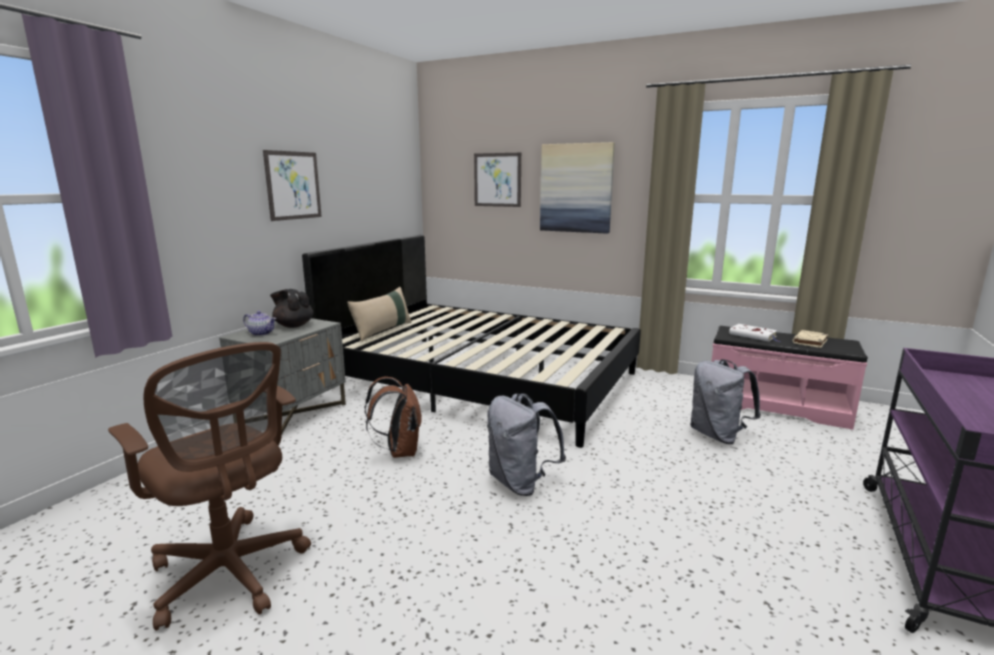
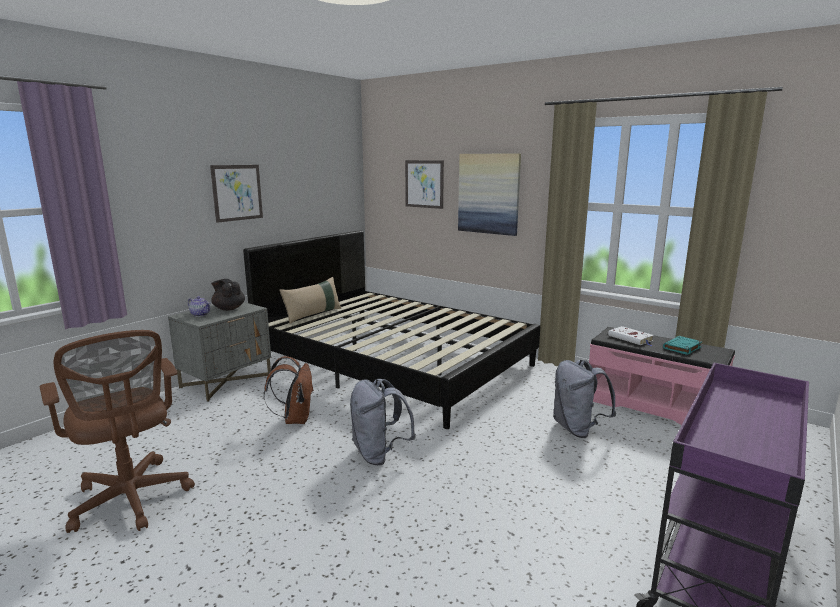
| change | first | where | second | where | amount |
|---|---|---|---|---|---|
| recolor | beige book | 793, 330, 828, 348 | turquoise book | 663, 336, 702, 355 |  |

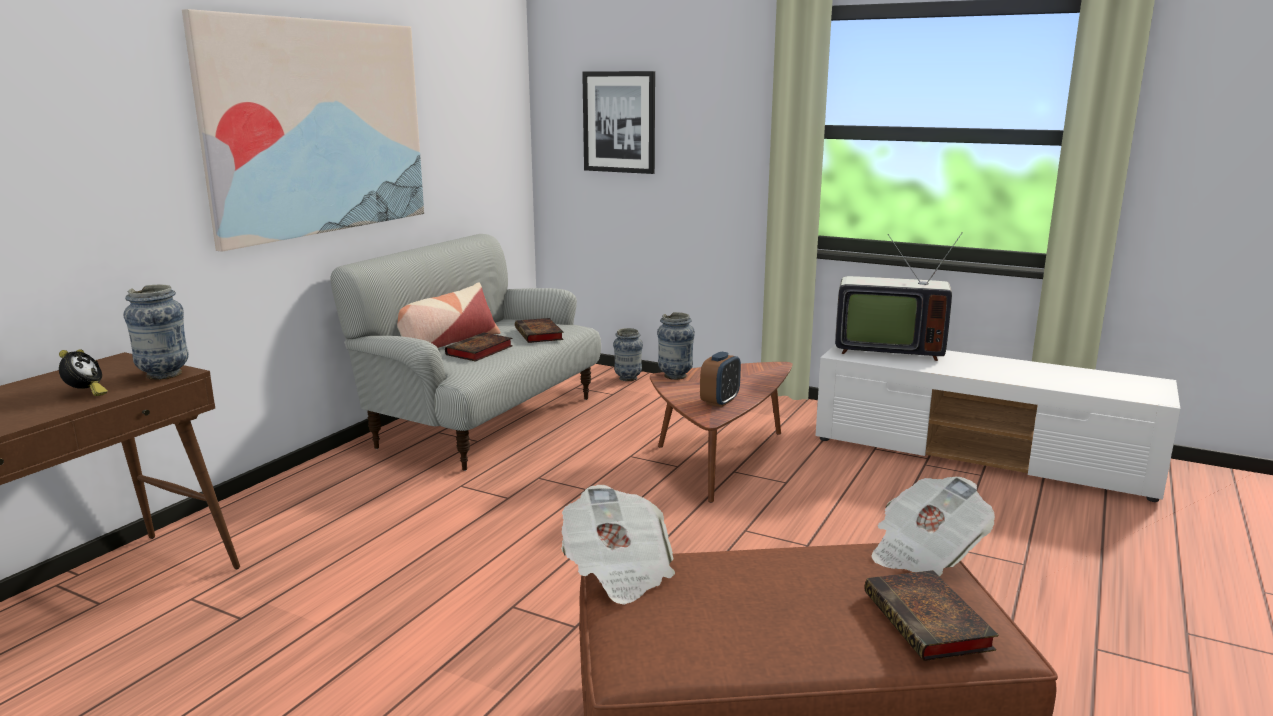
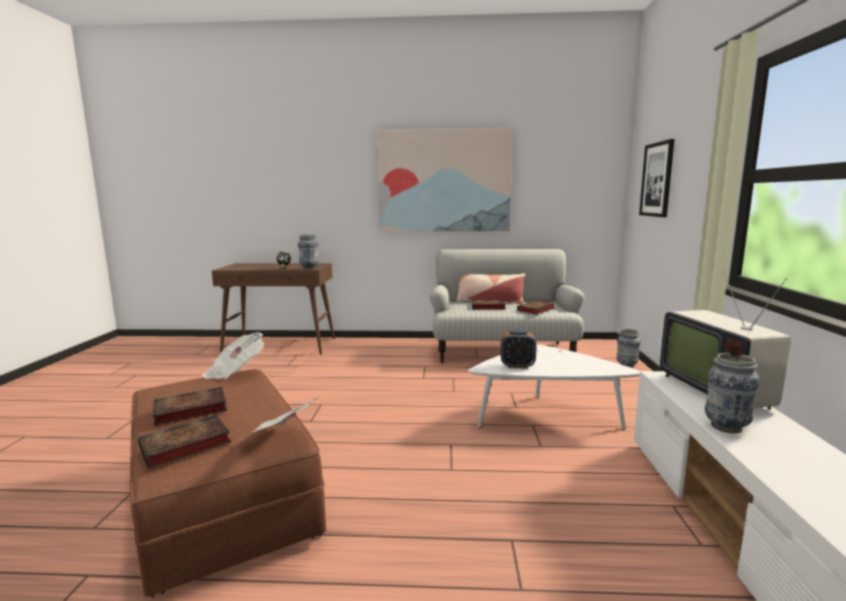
| change | first | where | second | where | amount |
|---|---|---|---|---|---|
| insert |  |  | book | 153, 387, 227, 426 |  |
| recolor | brown coffee table | 650, 362, 793, 503 | white coffee table | 468, 345, 640, 430 |  |
| move | vase | 657, 312, 695, 380 |  | 705, 353, 760, 433 |  |

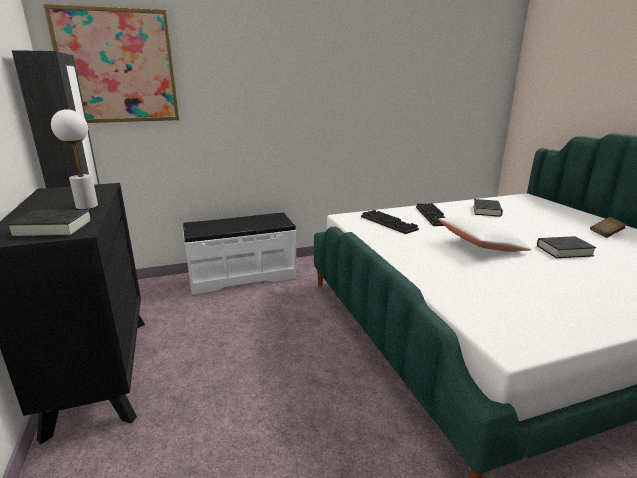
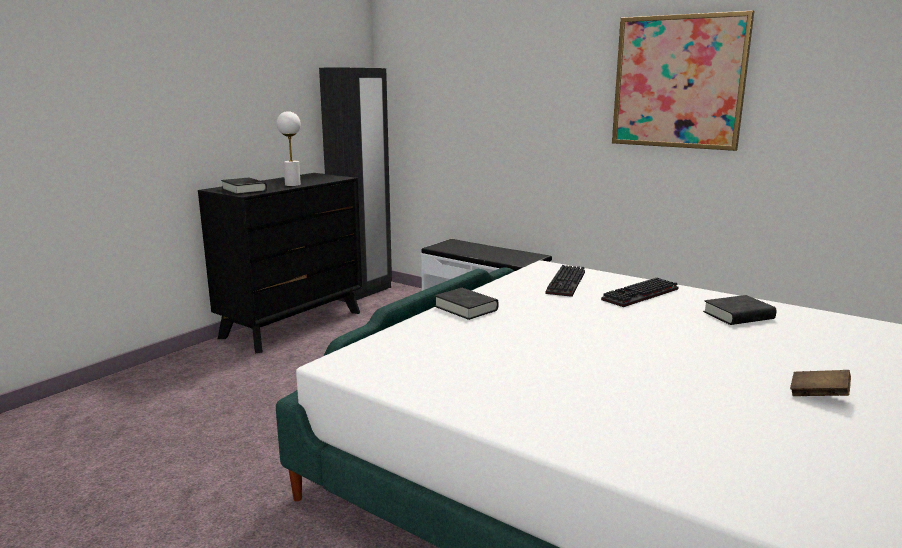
| change | first | where | second | where | amount |
|---|---|---|---|---|---|
| move | black book | 537, 236, 596, 258 |  | 434, 288, 498, 320 |  |
| move | picture | 43, 4, 179, 123 |  | 612, 10, 754, 151 |  |
| delete | white pillow | 438, 217, 532, 252 |  |  |  |

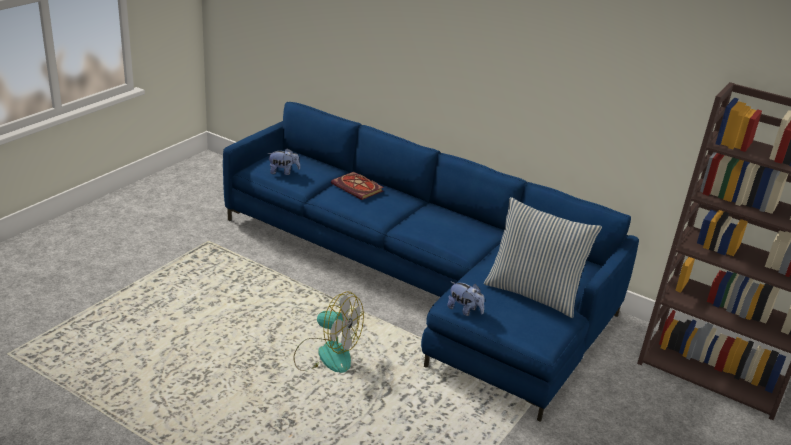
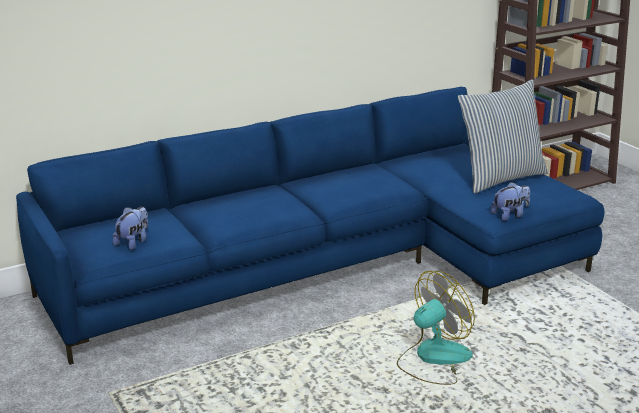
| change | first | where | second | where | amount |
|---|---|---|---|---|---|
| delete | book | 331, 172, 384, 200 |  |  |  |

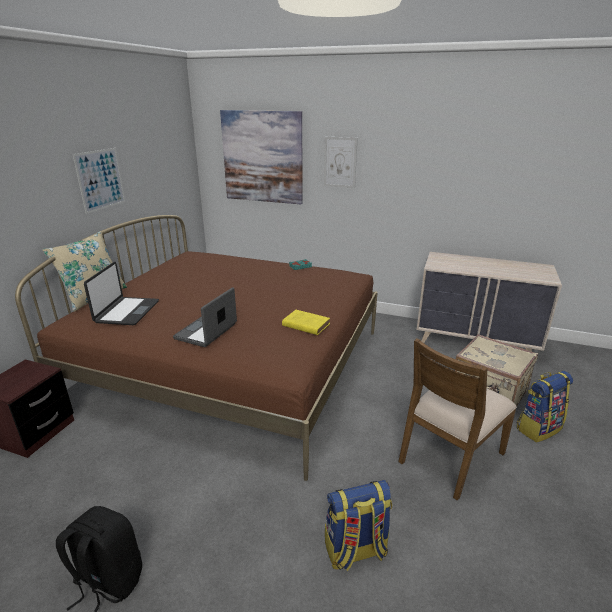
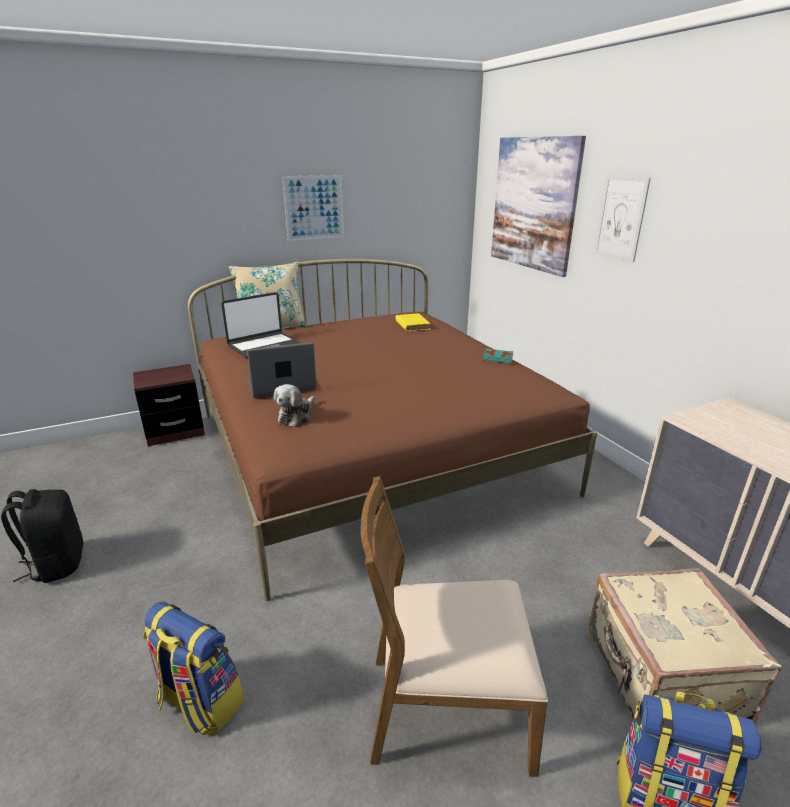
| change | first | where | second | where | amount |
|---|---|---|---|---|---|
| insert |  |  | plush toy | 274, 384, 315, 427 |  |
| move | yellow book | 282, 310, 330, 335 |  | 395, 313, 431, 331 |  |

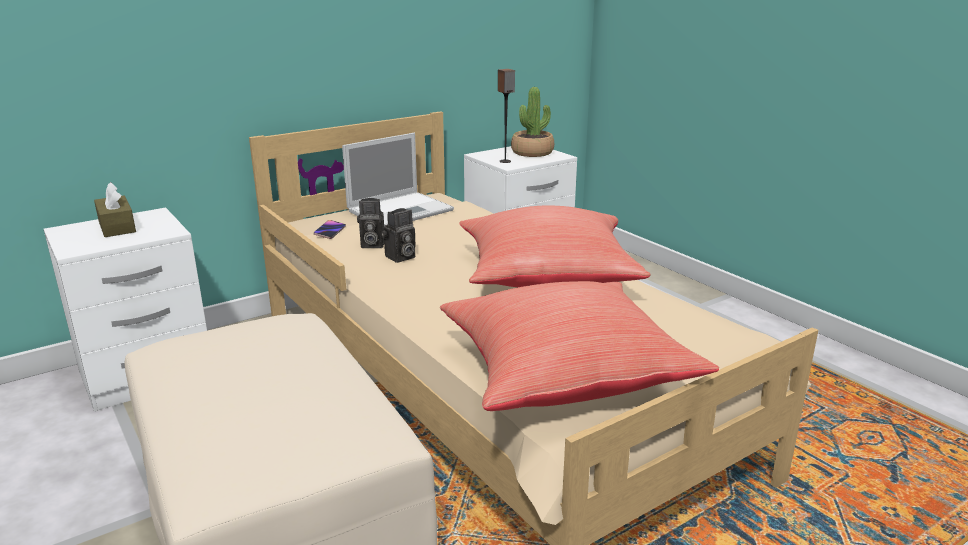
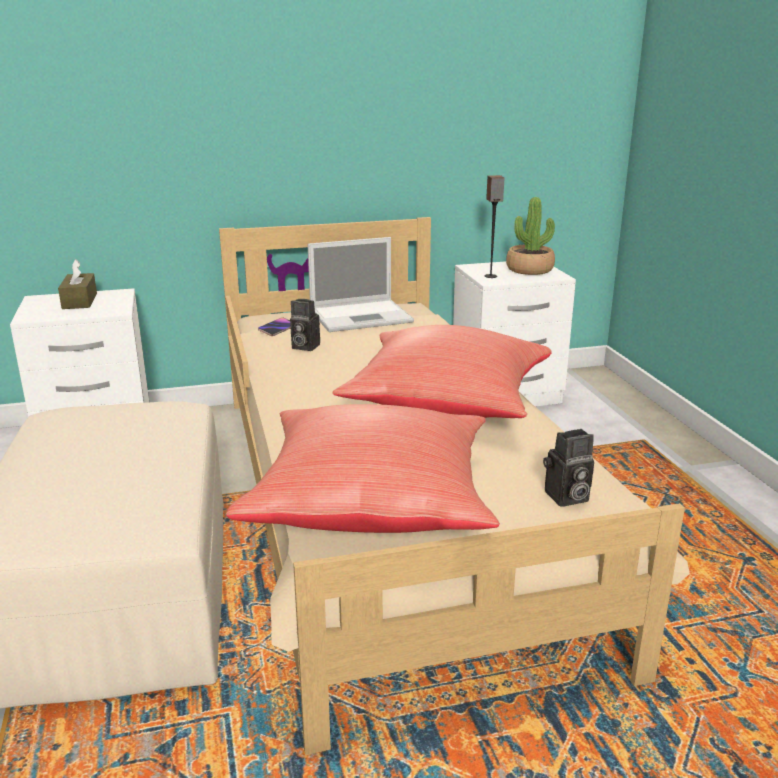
| change | first | where | second | where | amount |
|---|---|---|---|---|---|
| move | photo camera | 381, 208, 416, 263 |  | 543, 429, 594, 507 |  |

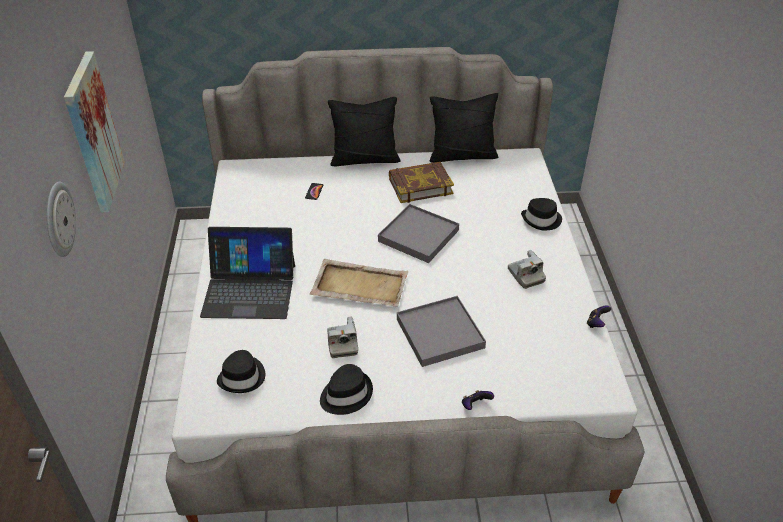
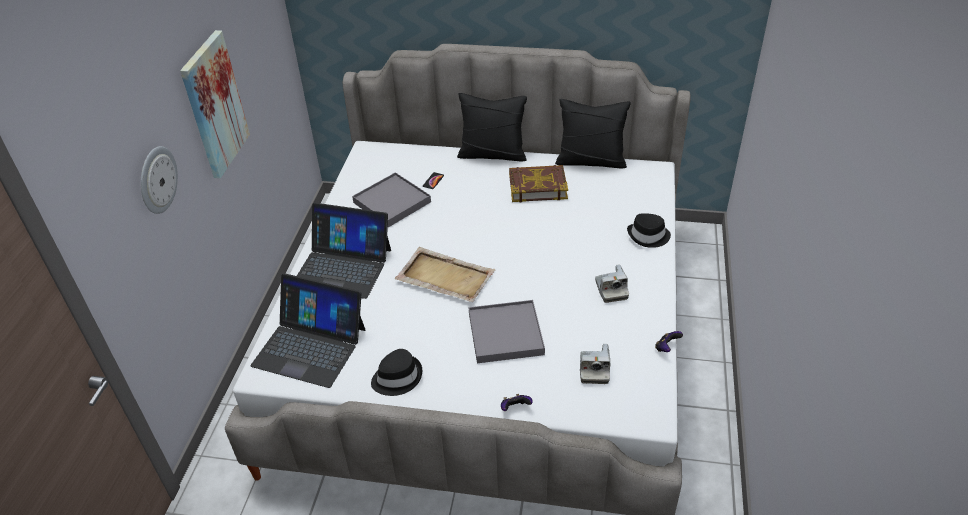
| change | first | where | second | where | amount |
|---|---|---|---|---|---|
| replace | black hat | 217, 350, 265, 393 | laptop | 251, 273, 365, 388 |  |
| move | grey tray | 378, 204, 459, 263 |  | 352, 172, 431, 227 |  |
| move | photo camera | 327, 317, 358, 358 |  | 580, 344, 610, 384 |  |

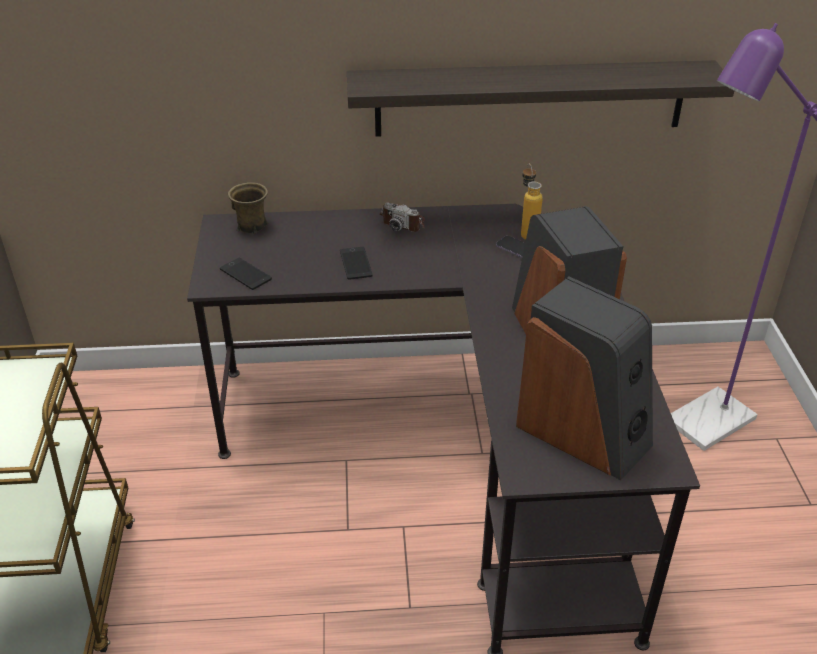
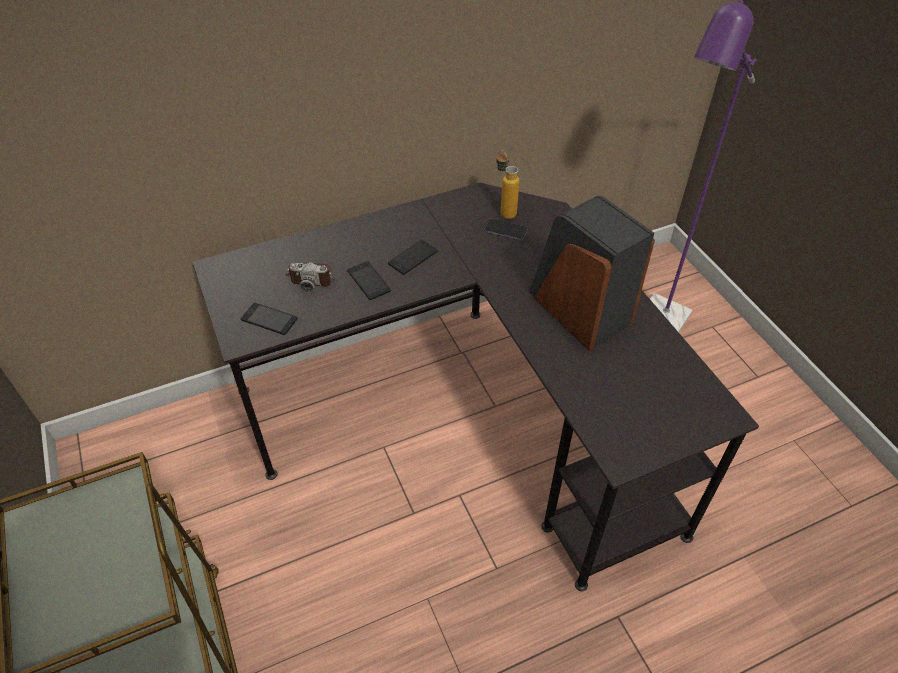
| change | first | where | second | where | amount |
|---|---|---|---|---|---|
| move | photo camera | 380, 202, 425, 232 |  | 286, 262, 335, 292 |  |
| insert |  |  | phone | 388, 240, 437, 275 |  |
| delete | brown mug | 228, 182, 268, 234 |  |  |  |
| delete | shelf | 347, 60, 734, 137 |  |  |  |
| delete | speaker | 516, 277, 653, 481 |  |  |  |

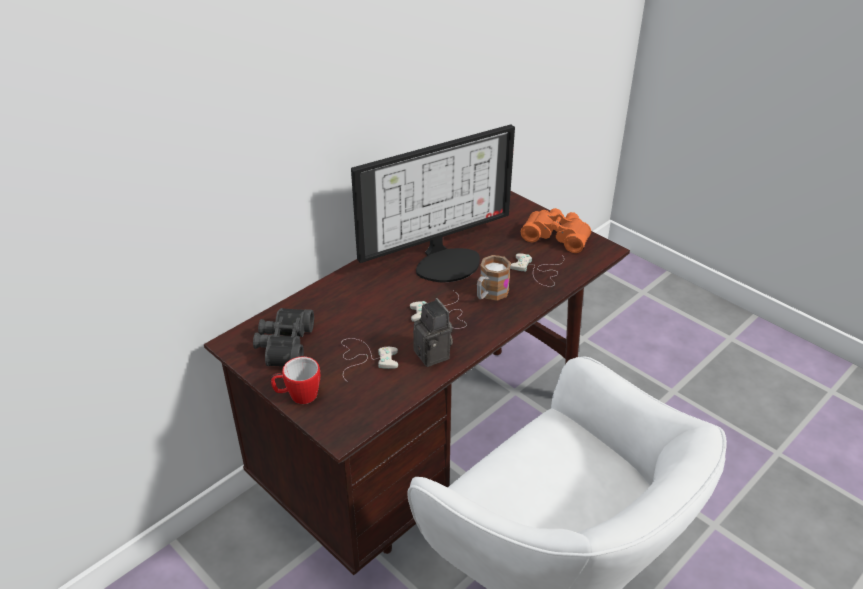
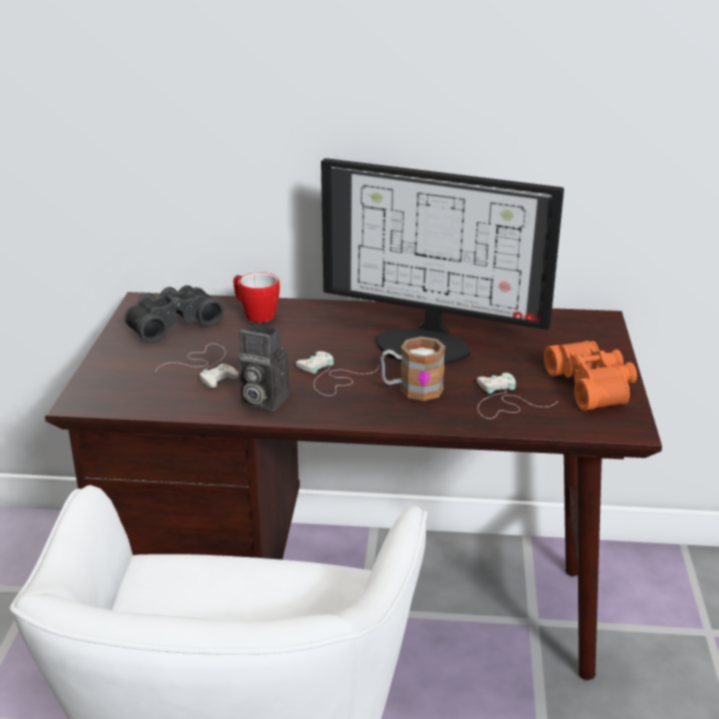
| change | first | where | second | where | amount |
|---|---|---|---|---|---|
| move | mug | 270, 357, 320, 404 |  | 233, 272, 280, 323 |  |
| rotate | photo camera | 413, 298, 453, 367 |  | 238, 324, 289, 411 | 90 degrees clockwise |

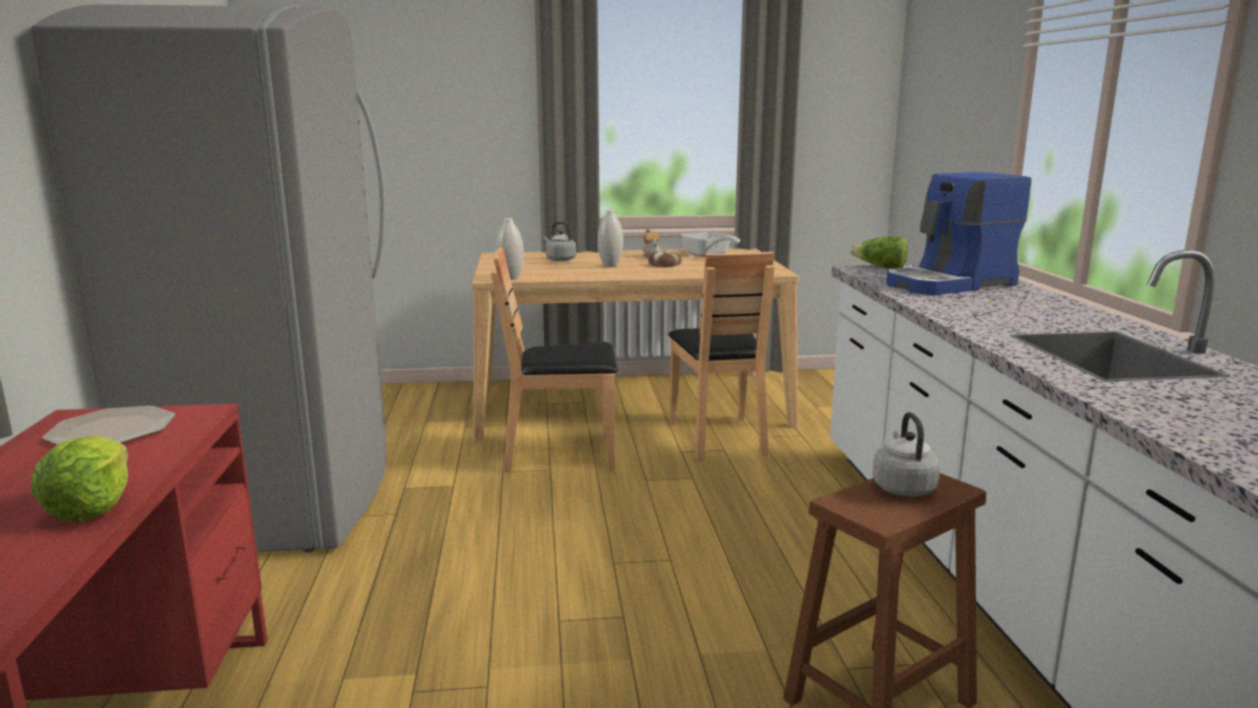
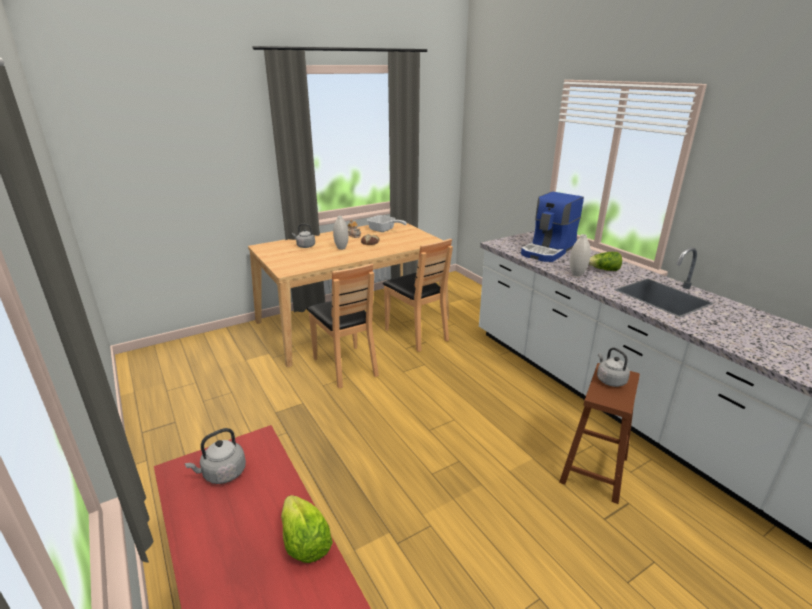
| change | first | where | second | where | amount |
|---|---|---|---|---|---|
| replace | plate | 42, 406, 176, 445 | grey kettle | 185, 428, 246, 484 |  |
| rotate | brown chair | 491, 247, 617, 472 |  | 307, 264, 379, 388 | 90 degrees counterclockwise |
| move | white vase | 496, 218, 524, 280 |  | 570, 234, 591, 276 |  |
| move | lettuce | 850, 236, 908, 269 |  | 588, 252, 622, 271 |  |
| delete | grey fridge | 30, 4, 386, 552 |  |  |  |

